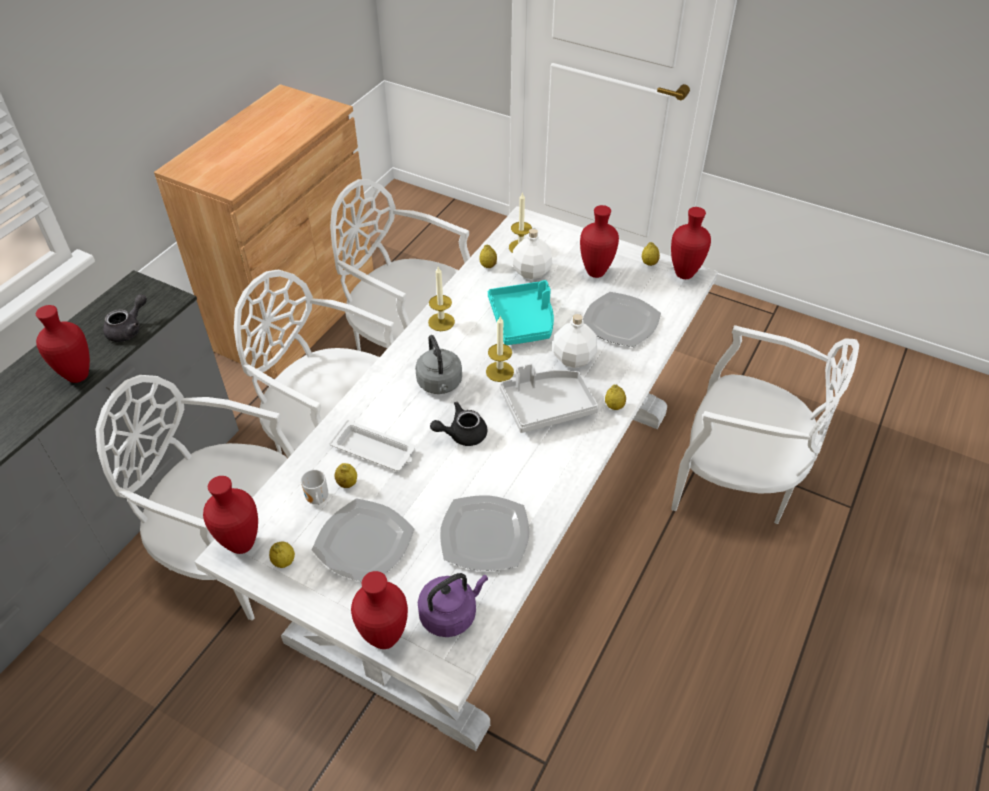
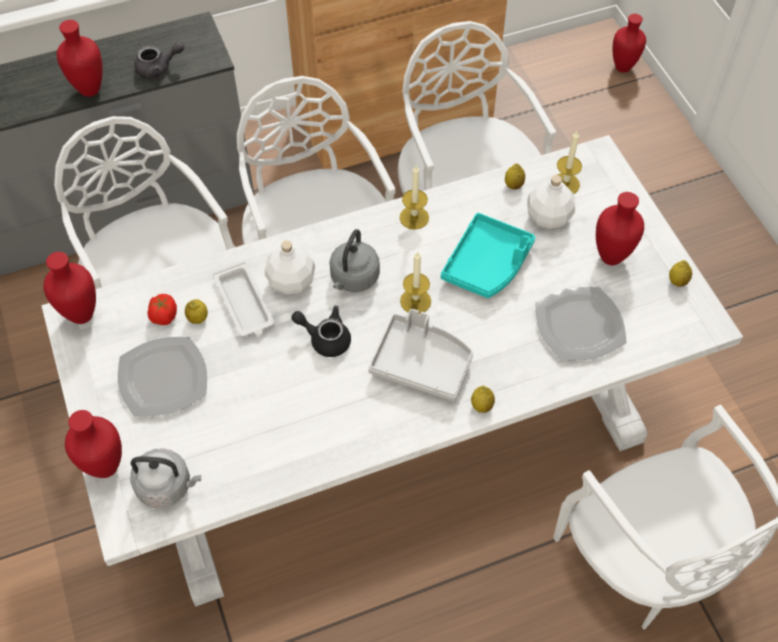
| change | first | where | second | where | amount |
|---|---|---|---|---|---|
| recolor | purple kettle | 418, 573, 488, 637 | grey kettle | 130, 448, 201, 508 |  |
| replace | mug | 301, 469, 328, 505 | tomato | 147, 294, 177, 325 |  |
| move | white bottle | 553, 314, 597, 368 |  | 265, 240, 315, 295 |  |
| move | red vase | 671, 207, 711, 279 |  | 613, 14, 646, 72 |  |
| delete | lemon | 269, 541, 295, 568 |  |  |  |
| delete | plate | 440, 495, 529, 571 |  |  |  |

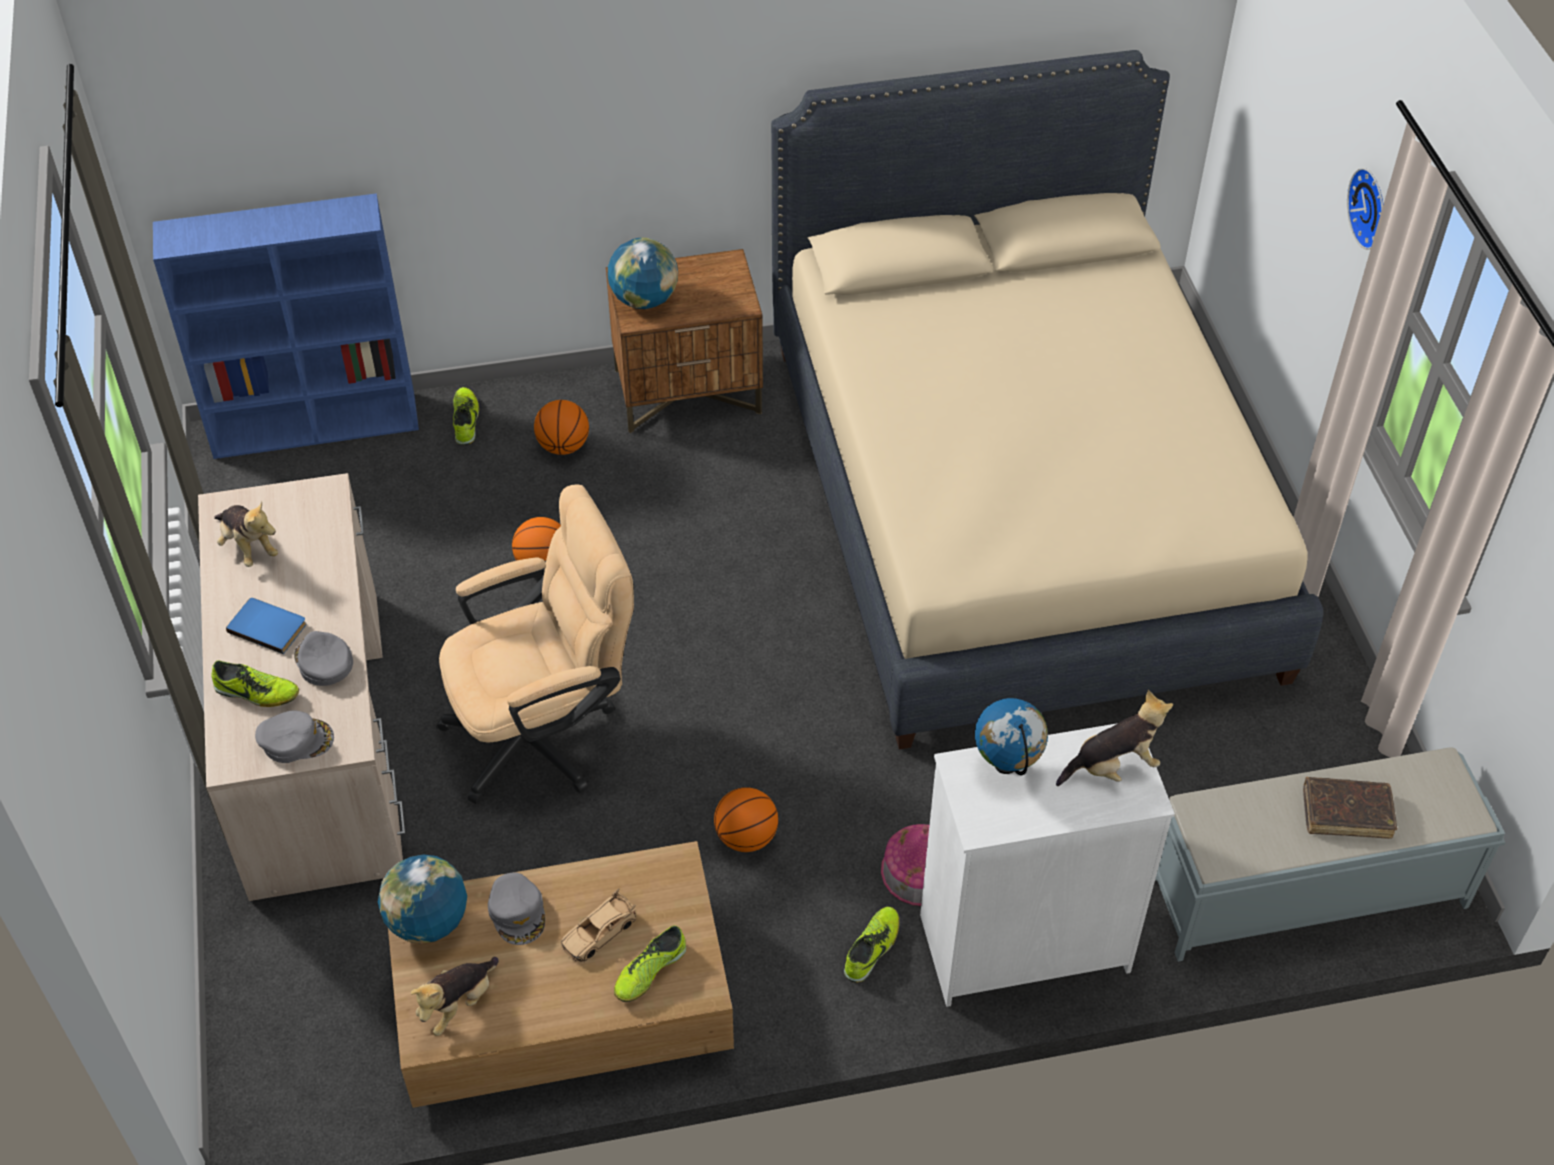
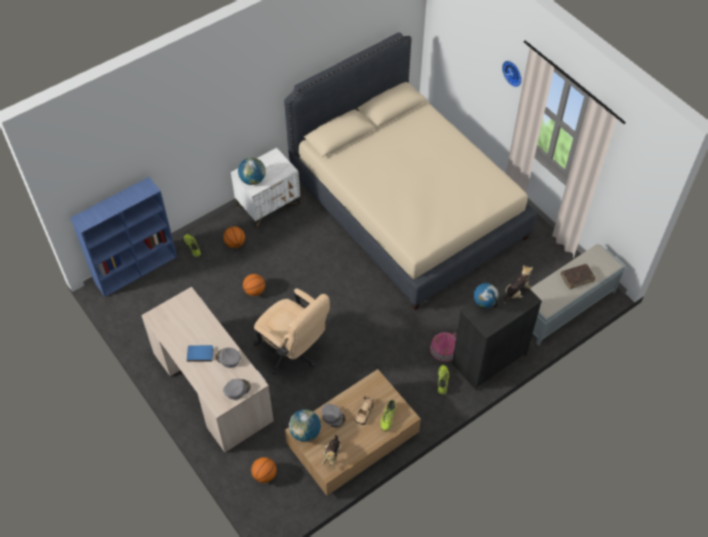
| change | first | where | second | where | amount |
|---|---|---|---|---|---|
| recolor | brown nightstand | 606, 249, 763, 433 | white nightstand | 231, 148, 300, 230 |  |
| move | basketball | 714, 787, 778, 852 |  | 251, 457, 277, 483 |  |
| rotate | beige office chair | 436, 484, 634, 805 |  | 253, 288, 330, 375 | 90 degrees clockwise |
| recolor | white dresser | 920, 723, 1175, 1007 | black dresser | 452, 275, 542, 390 |  |
| delete | shoe | 211, 660, 299, 707 |  |  |  |
| delete | plush toy | 214, 501, 278, 567 |  |  |  |

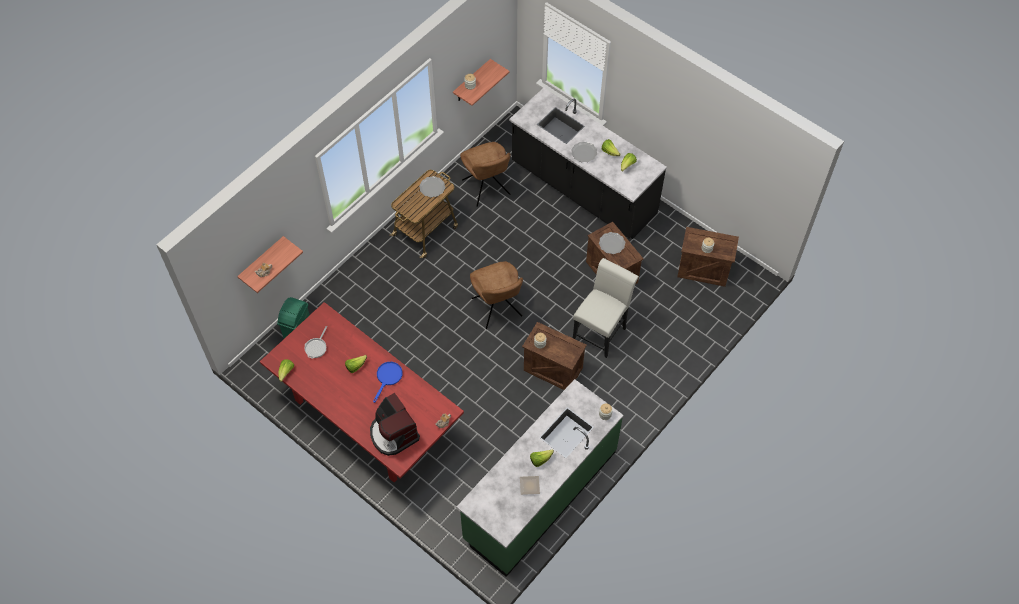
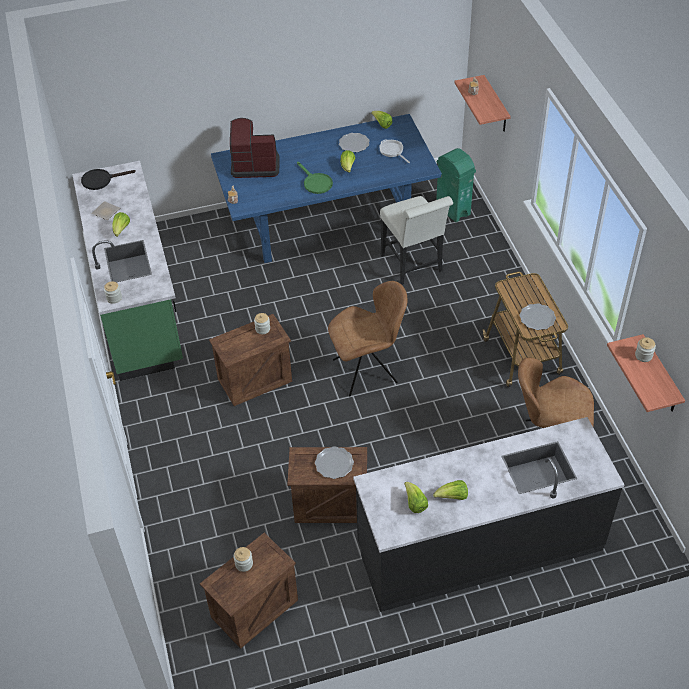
| change | first | where | second | where | amount |
|---|---|---|---|---|---|
| insert |  |  | black frying pan | 81, 169, 136, 190 |  |
| recolor | red dining table | 260, 302, 464, 482 | blue dining table | 211, 114, 442, 263 |  |
| recolor | blue frying pan | 373, 362, 403, 403 | green frying pan | 297, 162, 333, 194 |  |
| rotate | brown chair | 470, 261, 523, 329 |  | 328, 281, 408, 396 | 150 degrees clockwise |
| move | plate | 571, 142, 597, 162 |  | 339, 133, 370, 152 |  |
| move | white chair | 573, 258, 639, 358 |  | 380, 196, 453, 285 |  |

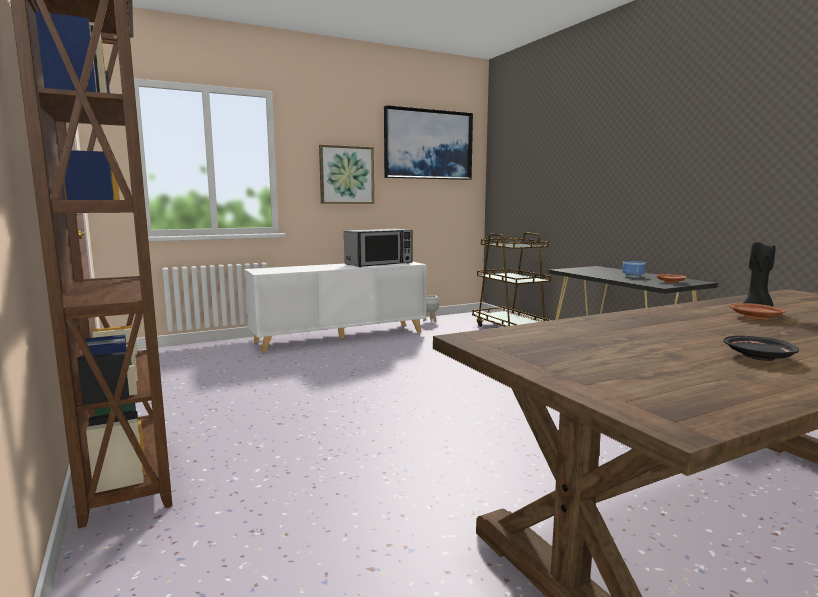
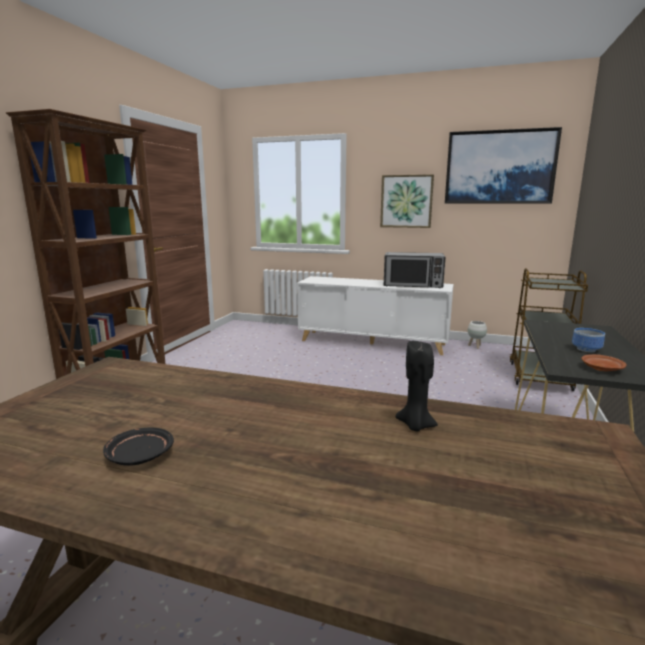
| change | first | where | second | where | amount |
|---|---|---|---|---|---|
| delete | brown plate | 730, 303, 786, 320 |  |  |  |

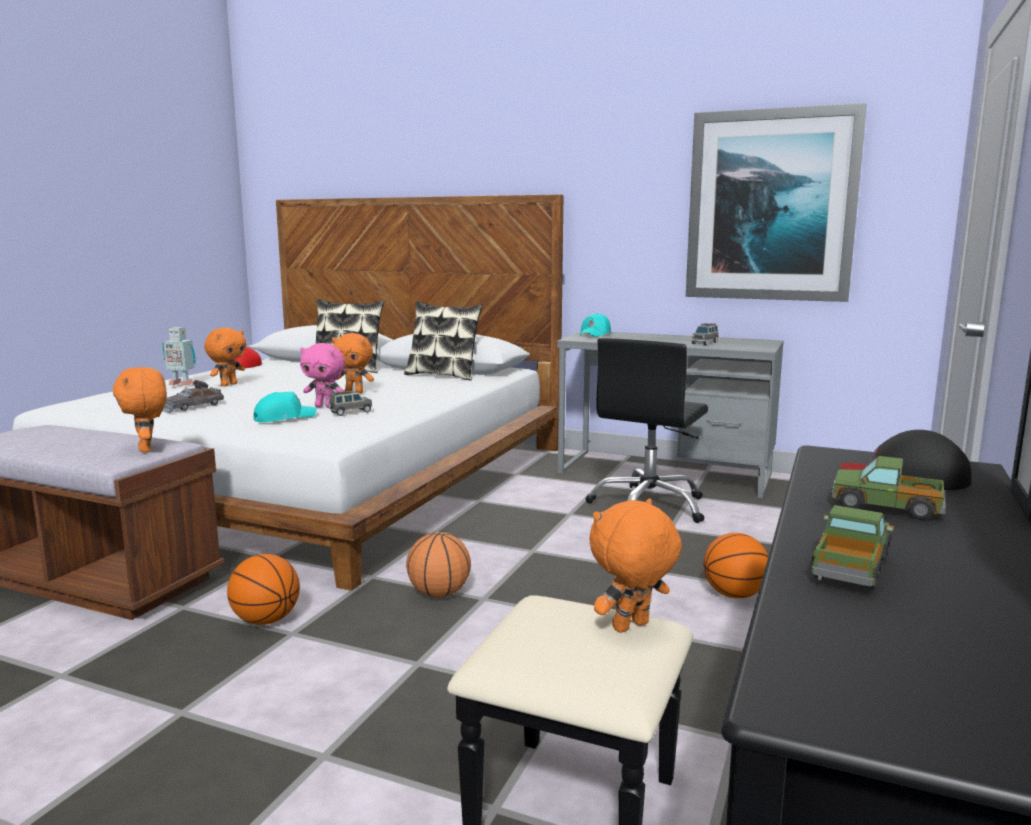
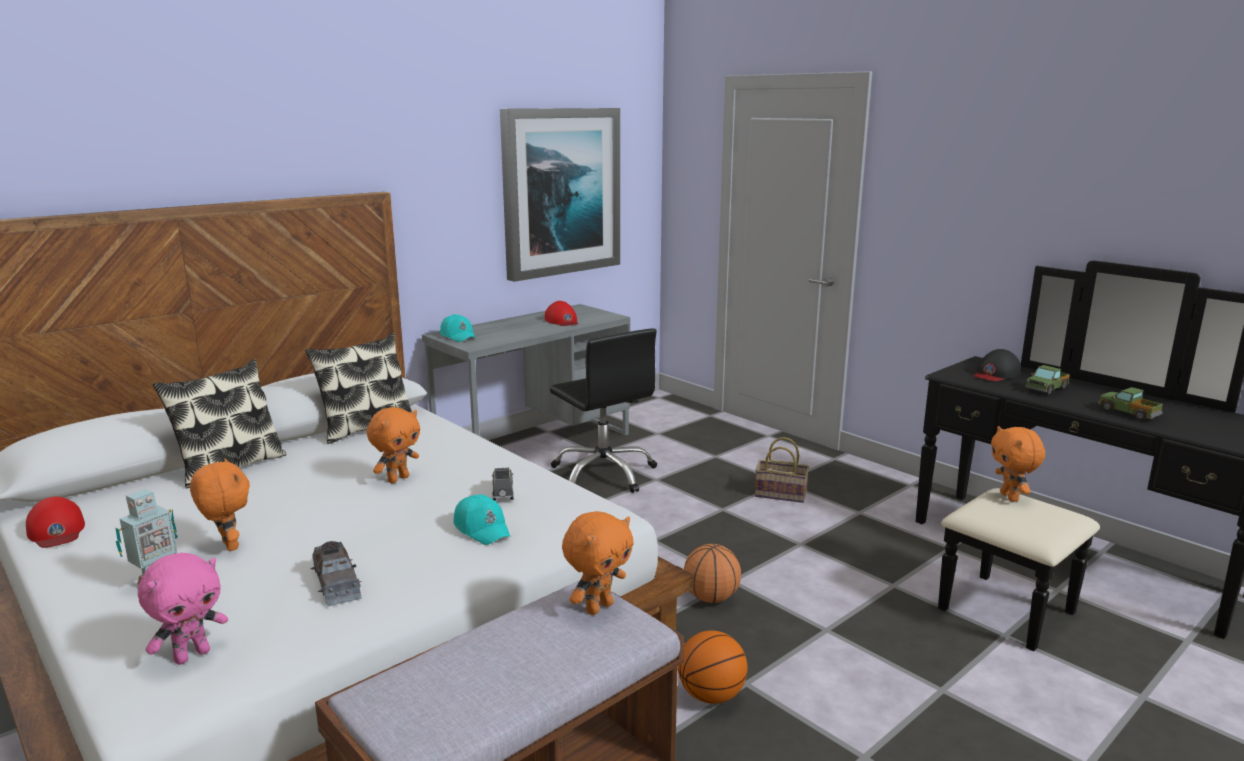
| change | first | where | second | where | amount |
|---|---|---|---|---|---|
| move | pink plush toy | 300, 343, 345, 408 |  | 138, 553, 228, 665 |  |
| rotate | turquoise cap | 253, 392, 317, 422 |  | 453, 494, 511, 545 | 150 degrees clockwise |
| replace | grey toy car | 692, 323, 719, 345 | red cap | 545, 301, 578, 326 |  |
| rotate | orange plush toy | 113, 367, 167, 453 |  | 562, 511, 634, 615 | 45 degrees counterclockwise |
| replace | basketball | 703, 533, 769, 599 | basket | 755, 437, 809, 503 |  |

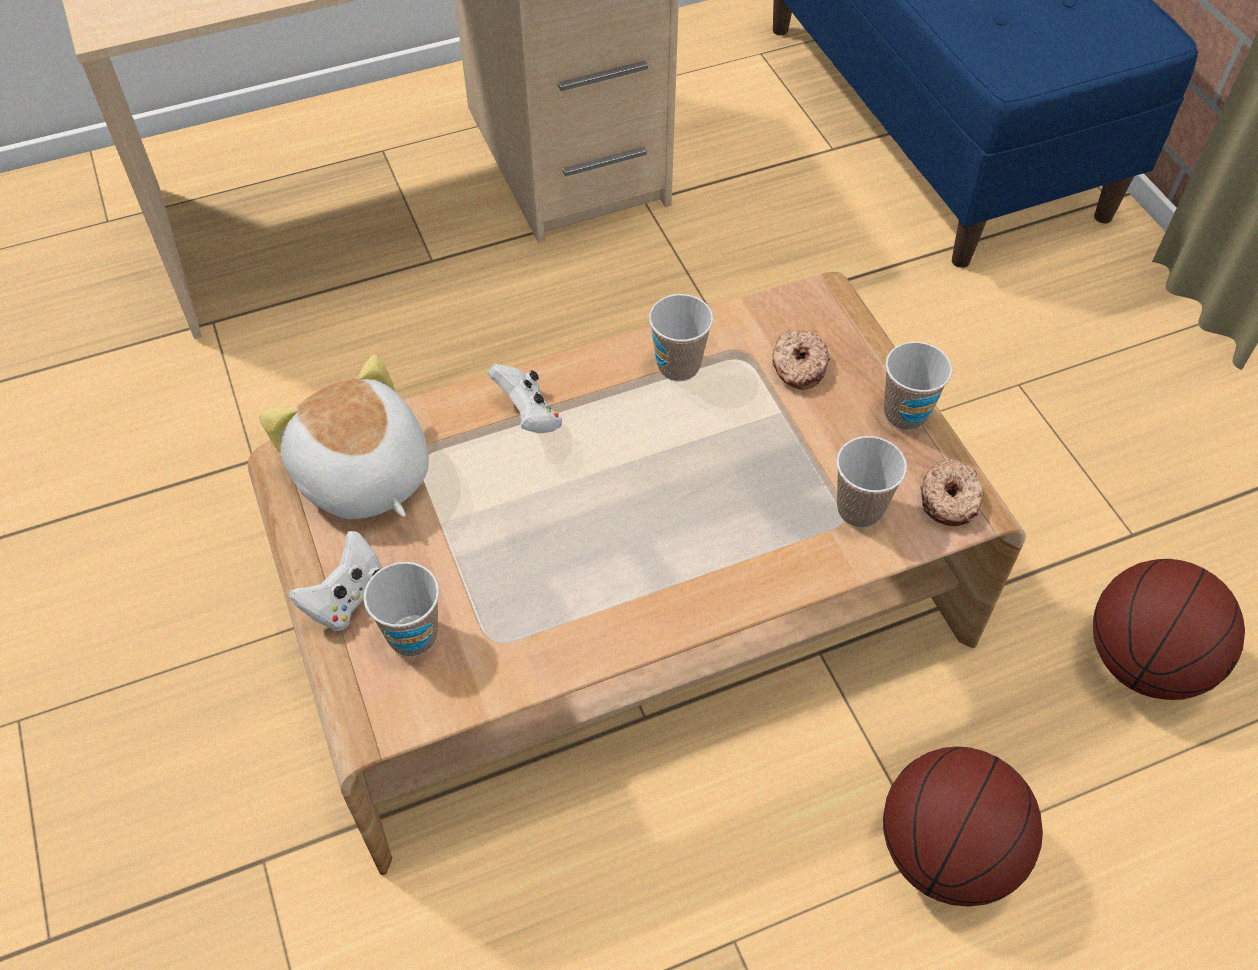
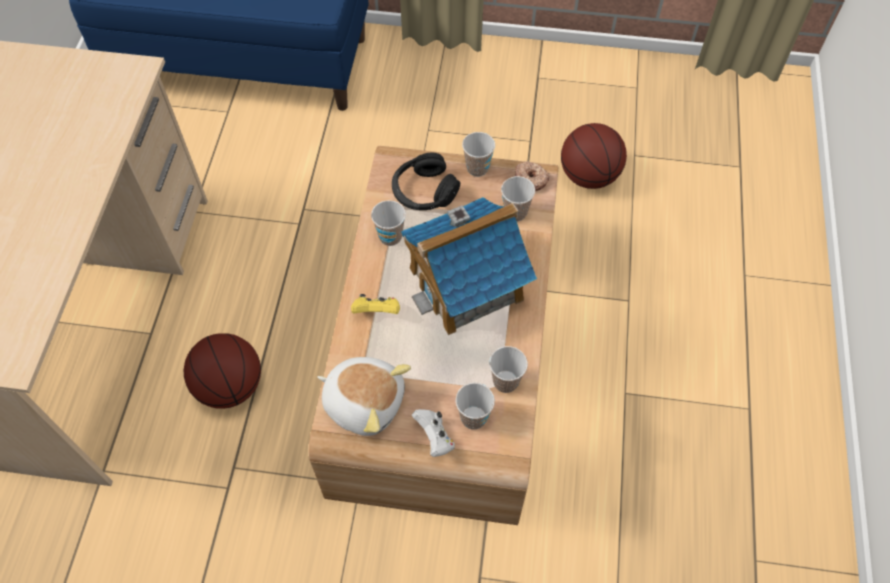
| change | first | where | second | where | amount |
|---|---|---|---|---|---|
| move | basketball | 883, 746, 1043, 906 |  | 184, 333, 261, 409 |  |
| rotate | plush toy | 259, 355, 429, 519 |  | 317, 357, 411, 436 | 150 degrees counterclockwise |
| recolor | white game controller | 487, 364, 562, 434 | yellow game controller | 351, 294, 400, 314 |  |
| replace | donut | 772, 330, 830, 390 | black headphones | 392, 153, 460, 210 |  |
| insert |  |  | toy house | 401, 197, 537, 335 |  |
| insert |  |  | cup | 489, 346, 528, 393 |  |

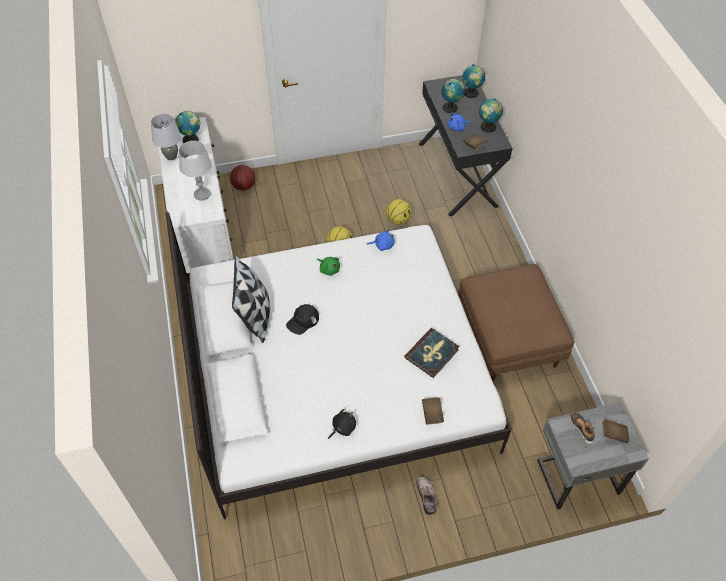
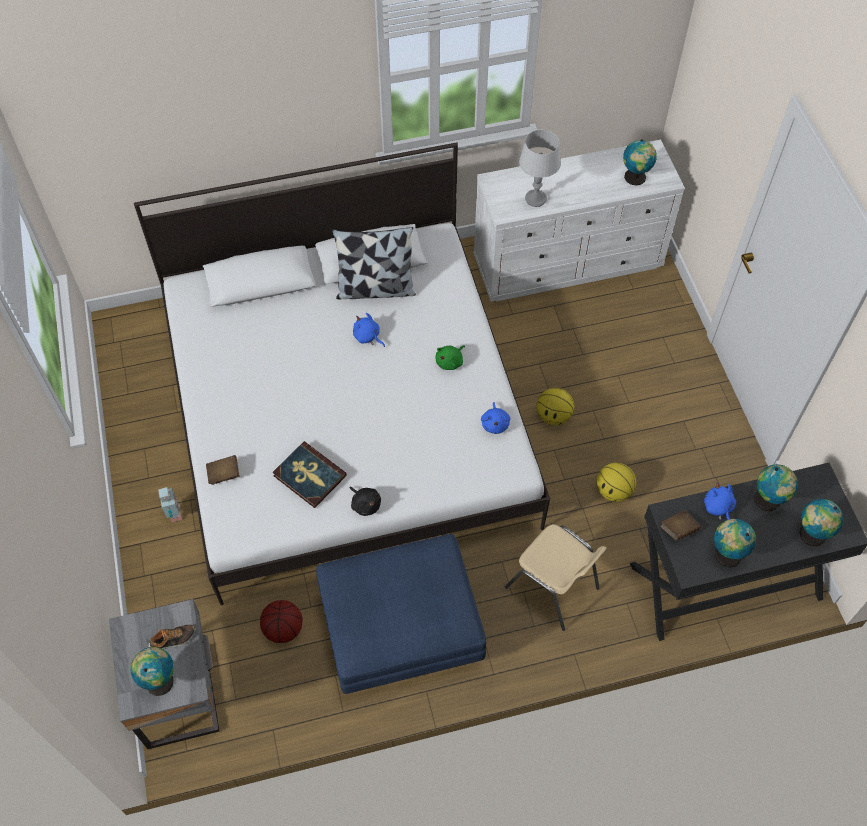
| change | first | where | second | where | amount |
|---|---|---|---|---|---|
| replace | brown book | 602, 419, 630, 444 | globe | 131, 647, 174, 696 |  |
| replace | shoe | 416, 477, 437, 515 | toy robot | 158, 487, 183, 522 |  |
| move | basketball | 230, 165, 255, 190 |  | 260, 600, 303, 643 |  |
| recolor | brown ottoman | 458, 264, 574, 381 | blue ottoman | 316, 534, 486, 694 |  |
| move | black plush toy | 328, 409, 356, 439 |  | 349, 486, 381, 516 |  |
| replace | black cap | 286, 304, 319, 335 | blue plush toy | 353, 313, 385, 347 |  |
| insert |  |  | beige chair | 505, 524, 607, 631 |  |
| delete | grey table lamp | 151, 114, 181, 160 |  |  |  |

